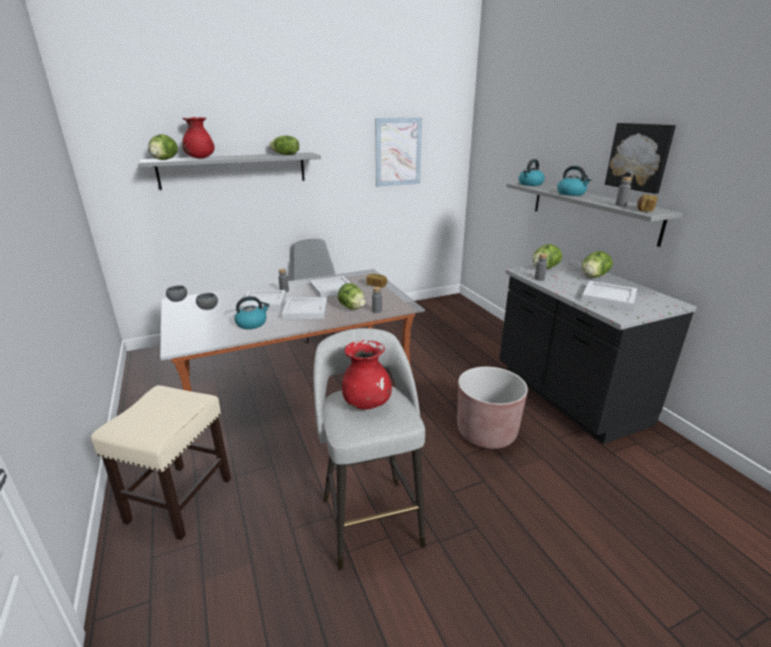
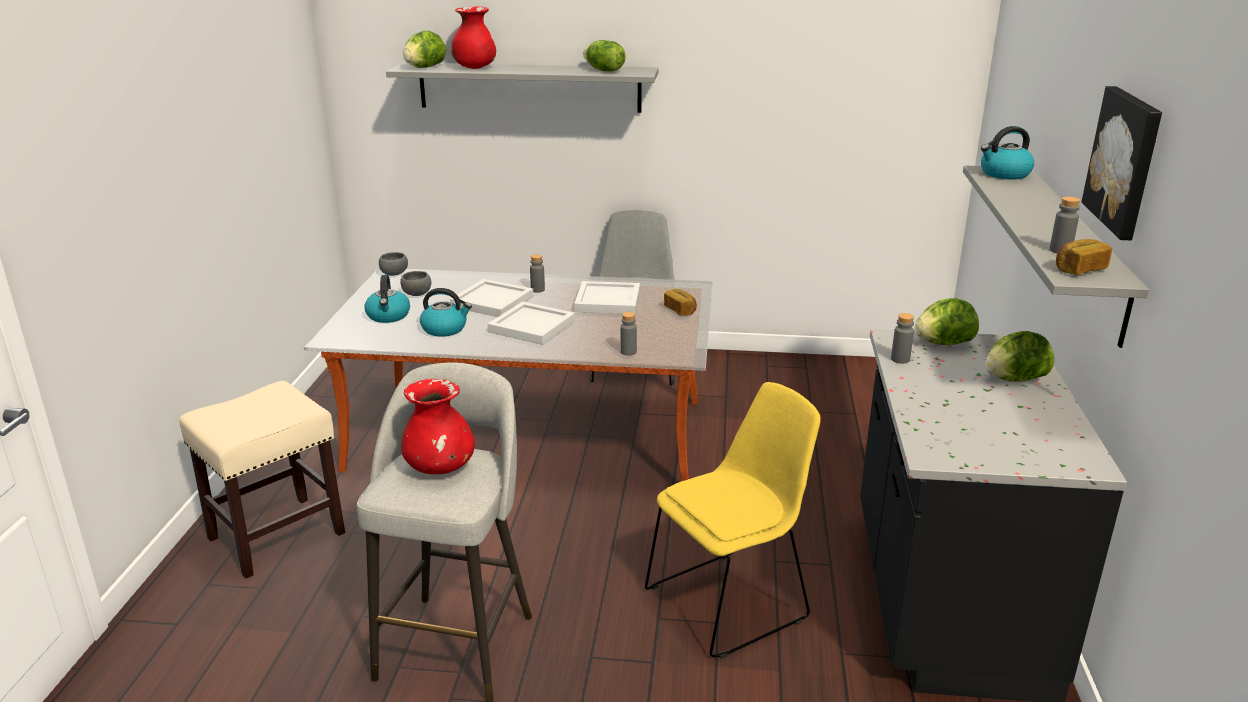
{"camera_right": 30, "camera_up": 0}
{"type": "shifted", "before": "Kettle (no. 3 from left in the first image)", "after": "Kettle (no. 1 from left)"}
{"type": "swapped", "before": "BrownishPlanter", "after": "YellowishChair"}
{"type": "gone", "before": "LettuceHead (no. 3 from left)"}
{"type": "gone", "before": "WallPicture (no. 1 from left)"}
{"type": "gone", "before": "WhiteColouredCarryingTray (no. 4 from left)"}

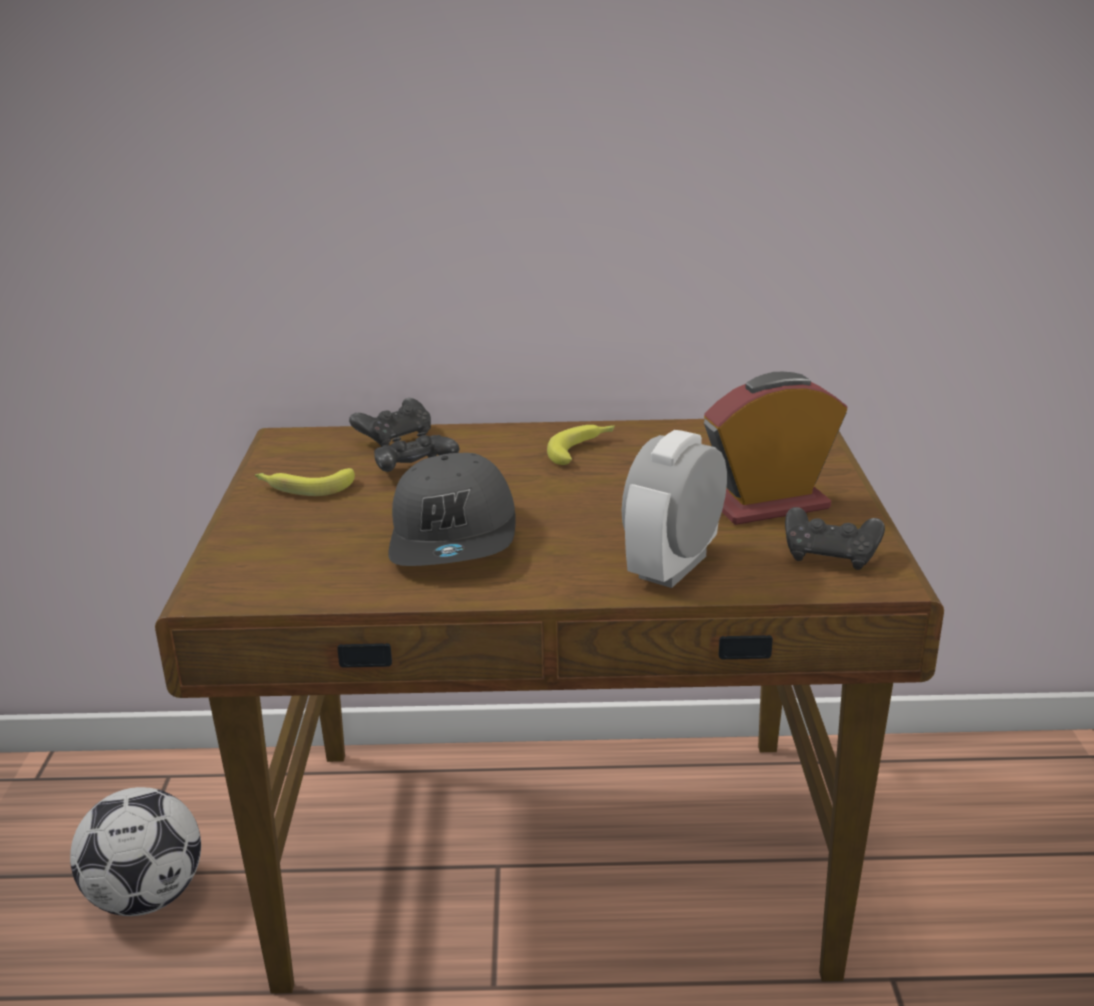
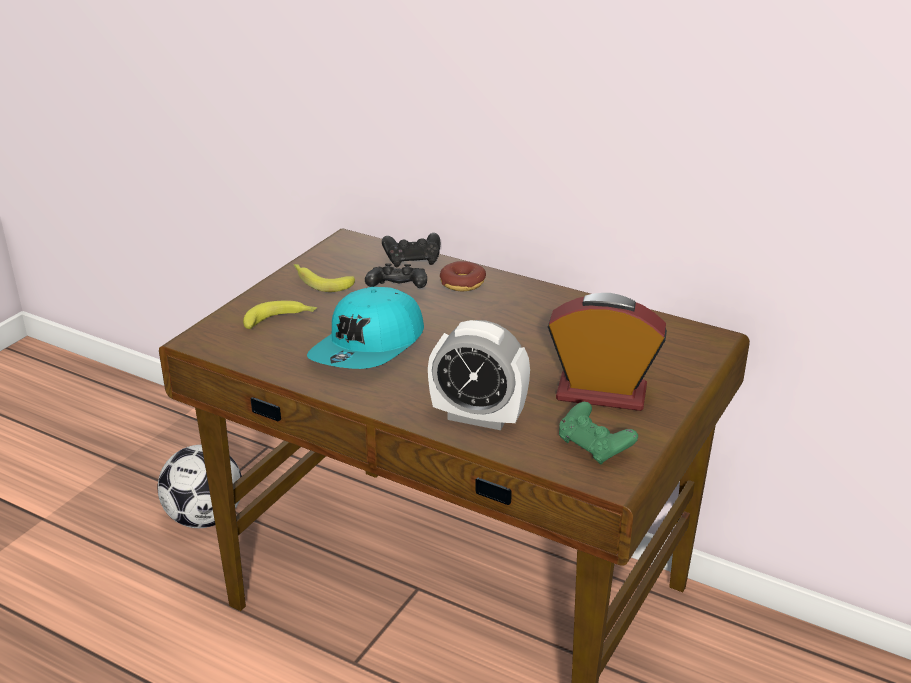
{"camera_right": 30, "camera_up": 5}
{"type": "shifted", "before": "BananaFruit (no. 2 from left in the first image)", "after": "BananaFruit (no. 1 from left)"}
{"type": "repainted", "before": "GreyishPeakedCap", "after": "BlueGreenPeakedCap"}
{"type": "rotated", "before": "BedsideClock (no. 1 from left)", "turn": -135}
{"type": "new", "after": "RingDoughnut"}
{"type": "repainted", "before": "BlackGameController (no. 3 from left)", "after": "GreenishGameController"}

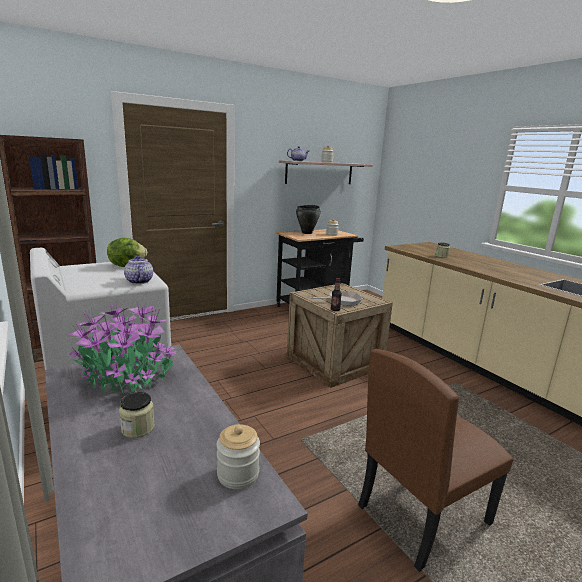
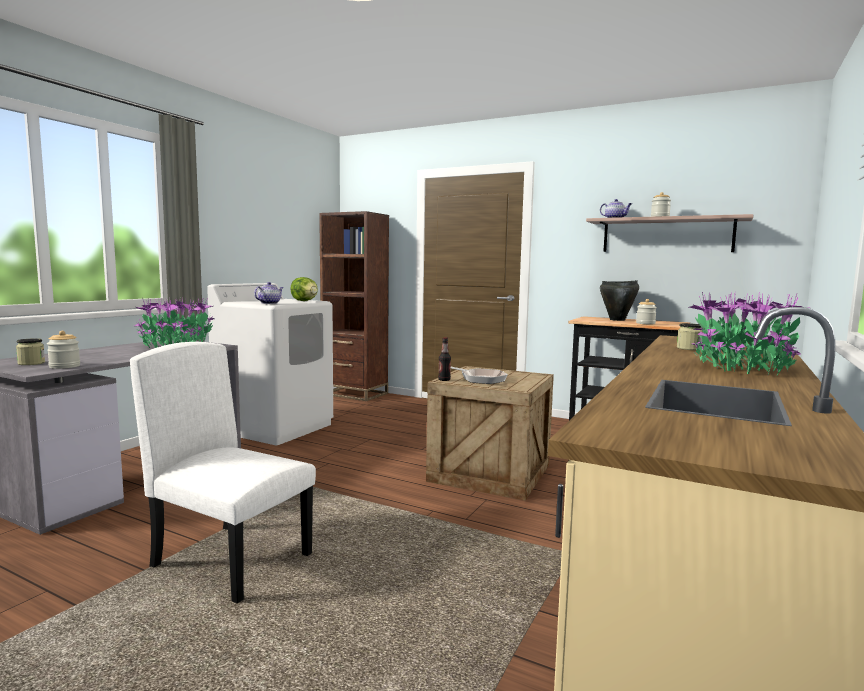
{"camera_right": 60, "camera_up": -10}
{"type": "shifted", "before": "Jar (no. 1 from left)"}
{"type": "repainted", "before": "BrownishChair", "after": "WhiteColouredChair"}
{"type": "new", "after": "PottedPlant (no. 2 from left)"}

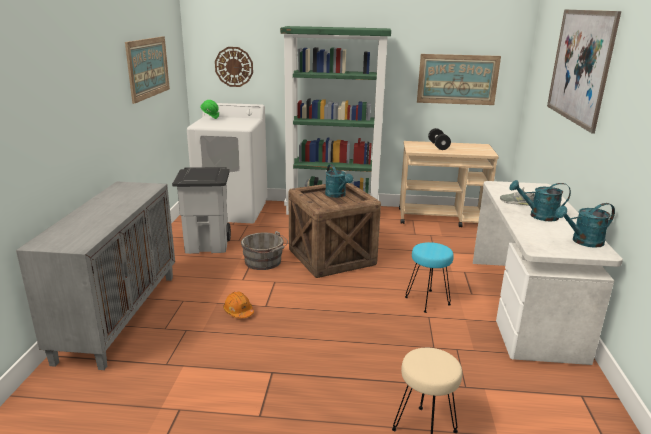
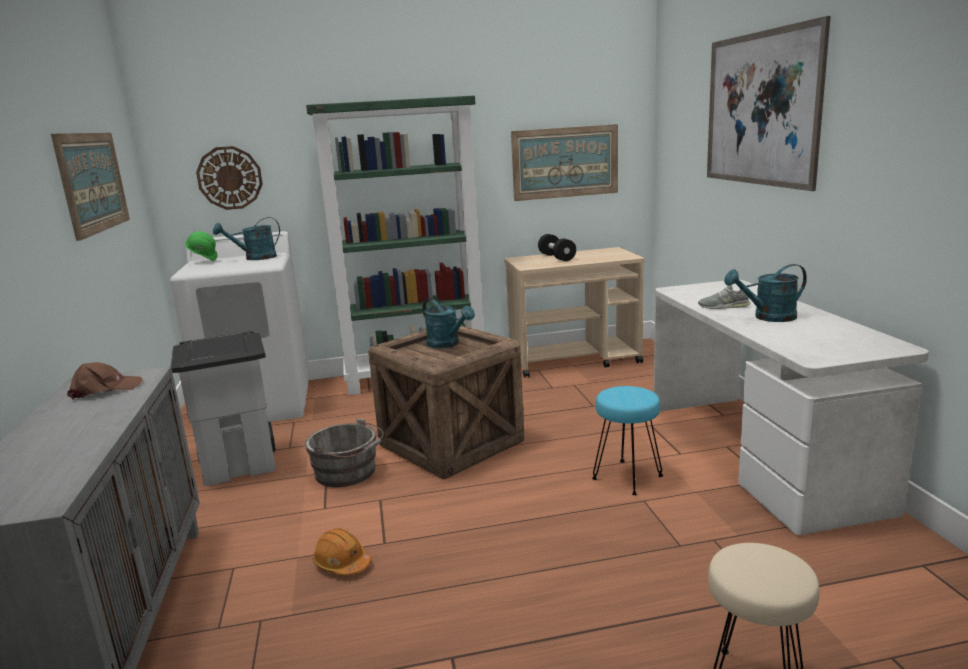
{"camera_right": -15, "camera_up": -5}
{"type": "new", "after": "BrownishPeakedCap"}
{"type": "shifted", "before": "BlueGreenWateringCan (no. 3 from left in the first image)", "after": "BlueGreenWateringCan (no. 1 from left)"}

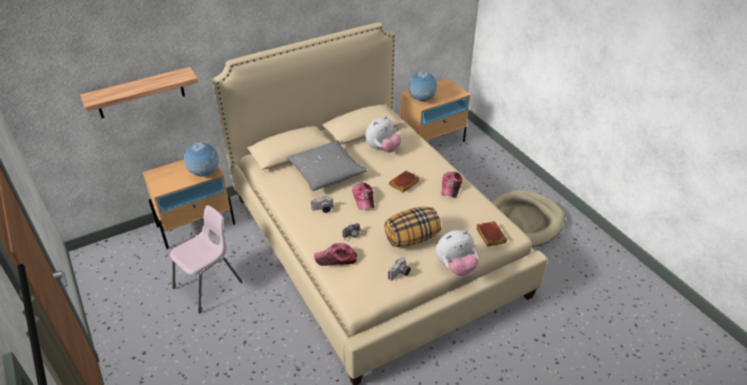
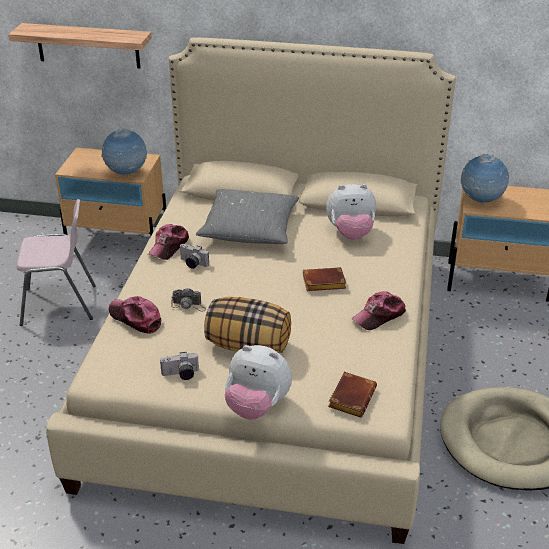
{"camera_right": 40, "camera_up": -5}
{"type": "shifted", "before": "PeakedCap (no. 2 from left)"}

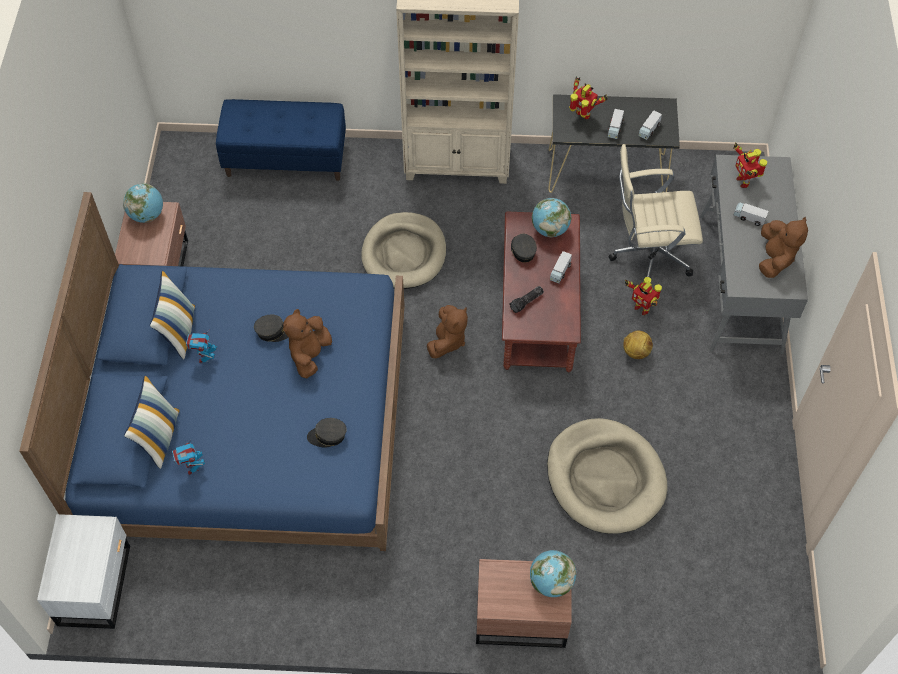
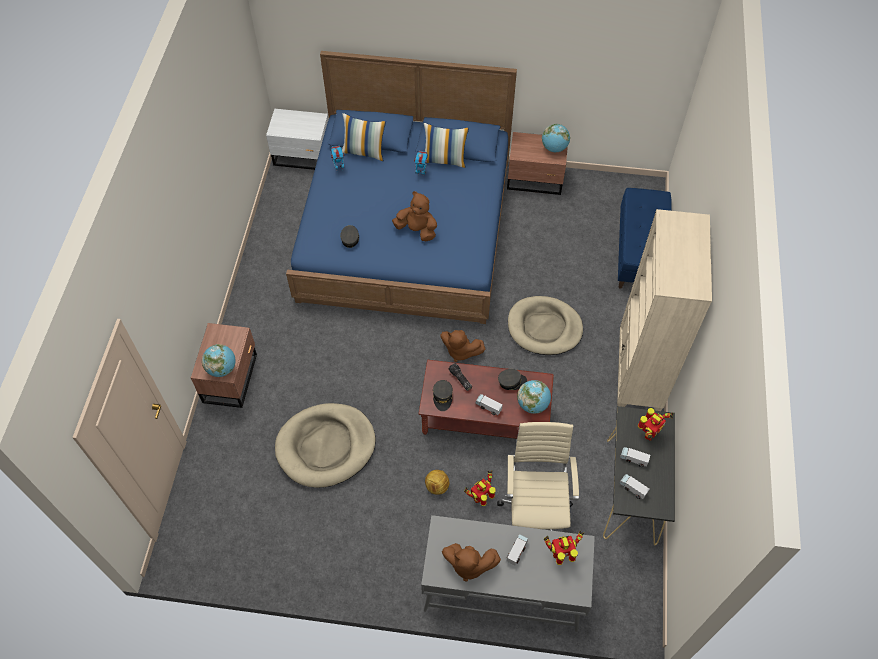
{"camera_right": 95, "camera_up": 0}
{"type": "shifted", "before": "GreyishPeakedCap (no. 1 from left in the first image)", "after": "GreyishPeakedCap (no. 2 from left)"}

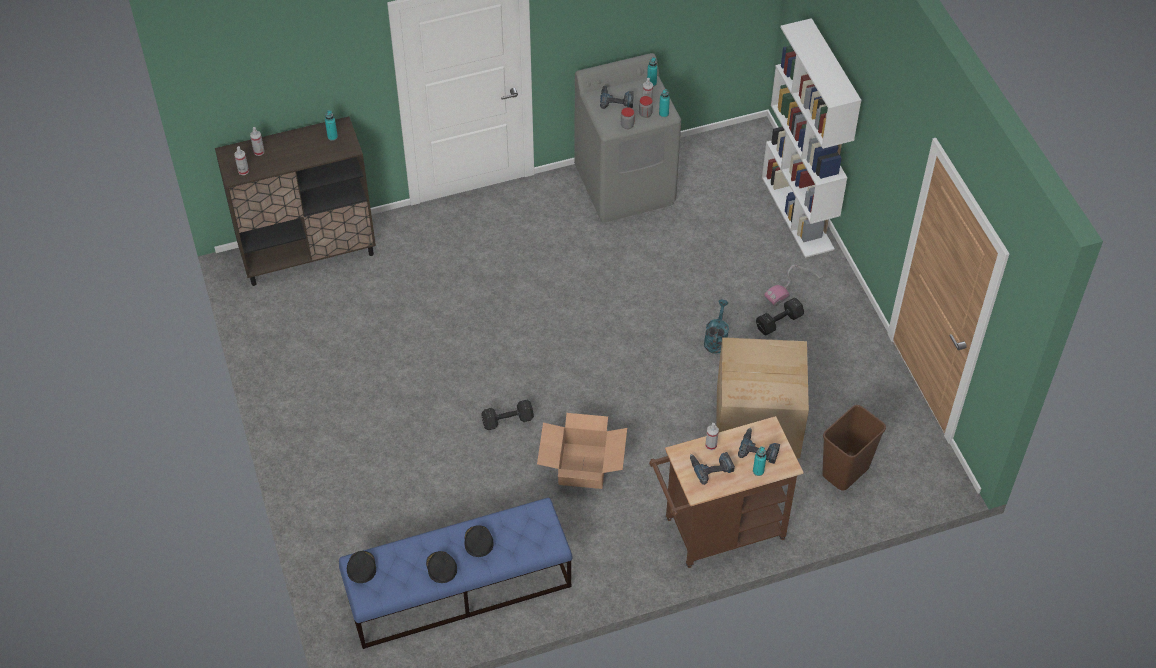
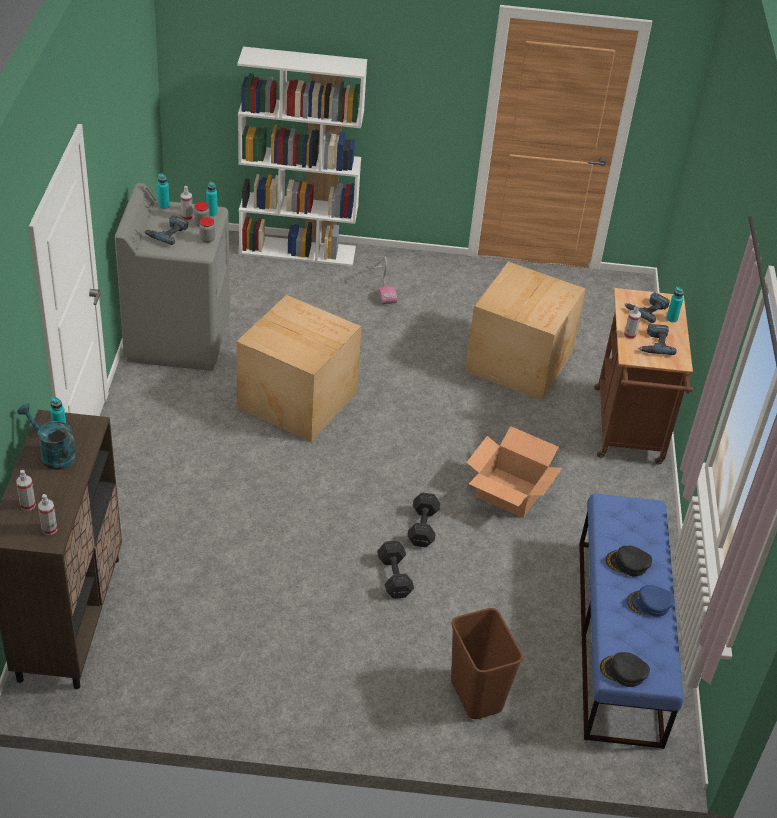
{"camera_right": -70, "camera_up": -10}
{"type": "shifted", "before": "BlueGreenWateringCan"}
{"type": "new", "after": "PackingBox (no. 1 from left)"}
{"type": "shifted", "before": "BlackHandWeight (no. 2 from left in the first image)", "after": "BlackHandWeight (no. 1 from left)"}
{"type": "shifted", "before": "BrownishRubbishBin"}
{"type": "repainted", "before": "BlackPeakedCap (no. 2 from left)", "after": "BluishPeakedCap"}

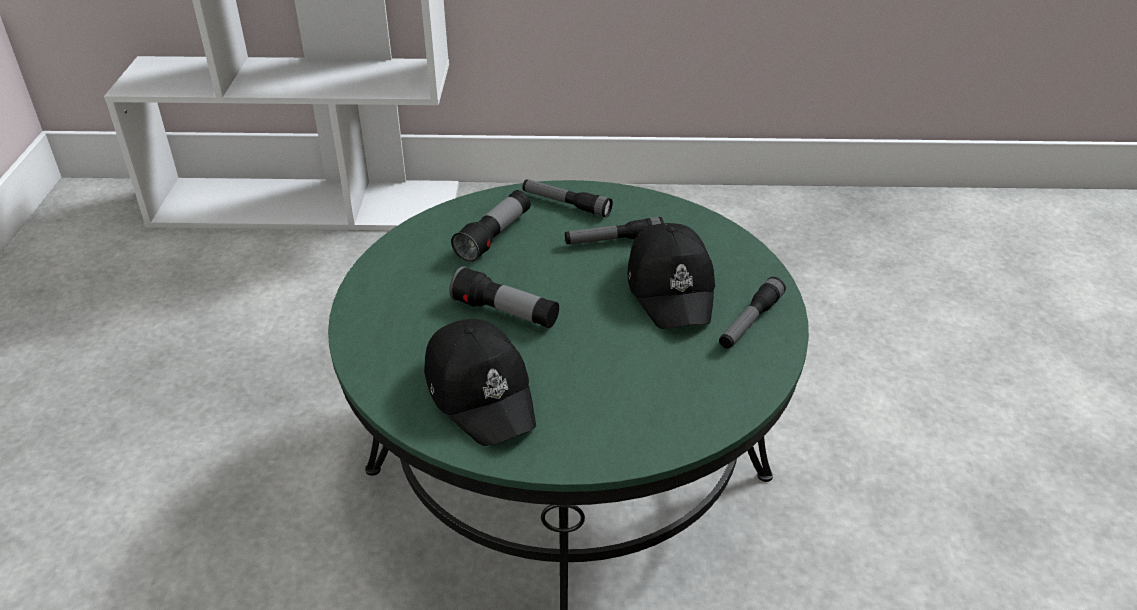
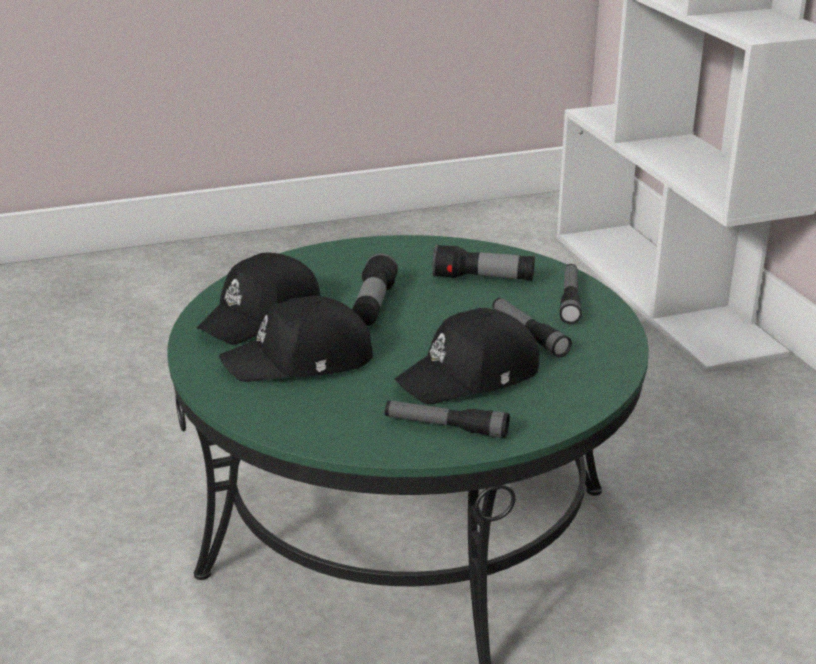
{"camera_right": 70, "camera_up": -10}
{"type": "new", "after": "BlackPeakedCap (no. 2 from left)"}

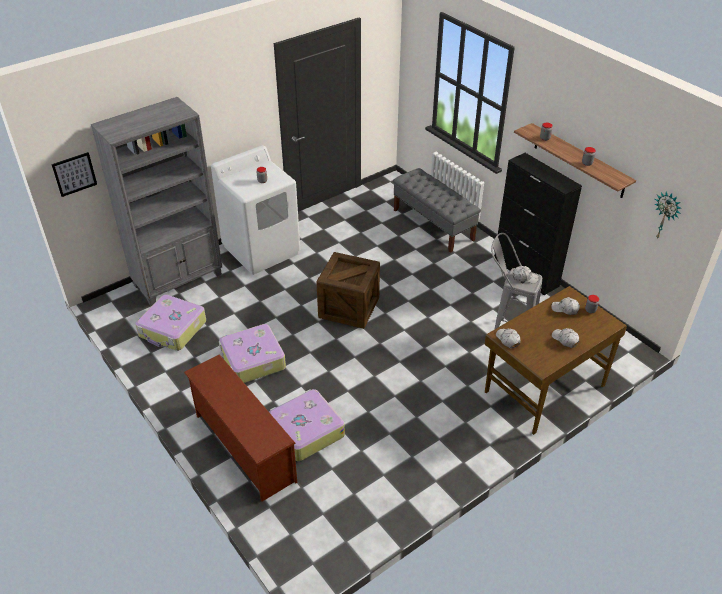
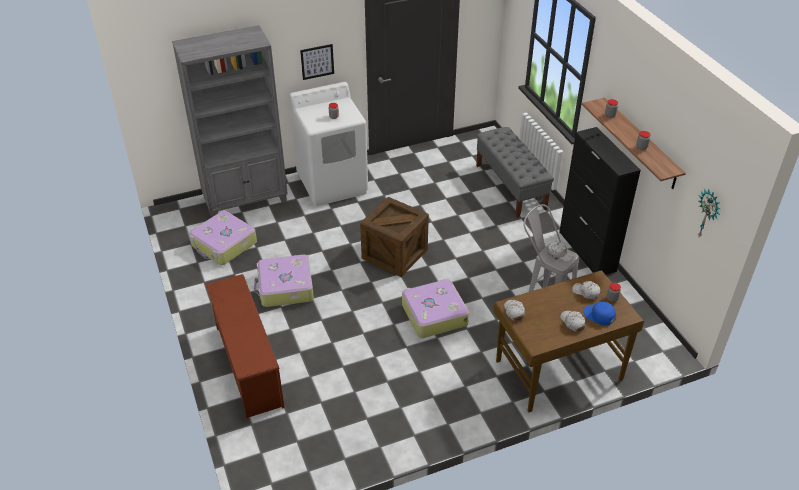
{"camera_right": 15, "camera_up": 0}
{"type": "shifted", "before": "WallPicture"}
{"type": "shifted", "before": "PieceOfLuggage (no. 3 from left)"}
{"type": "new", "after": "BluishPeakedCap"}

